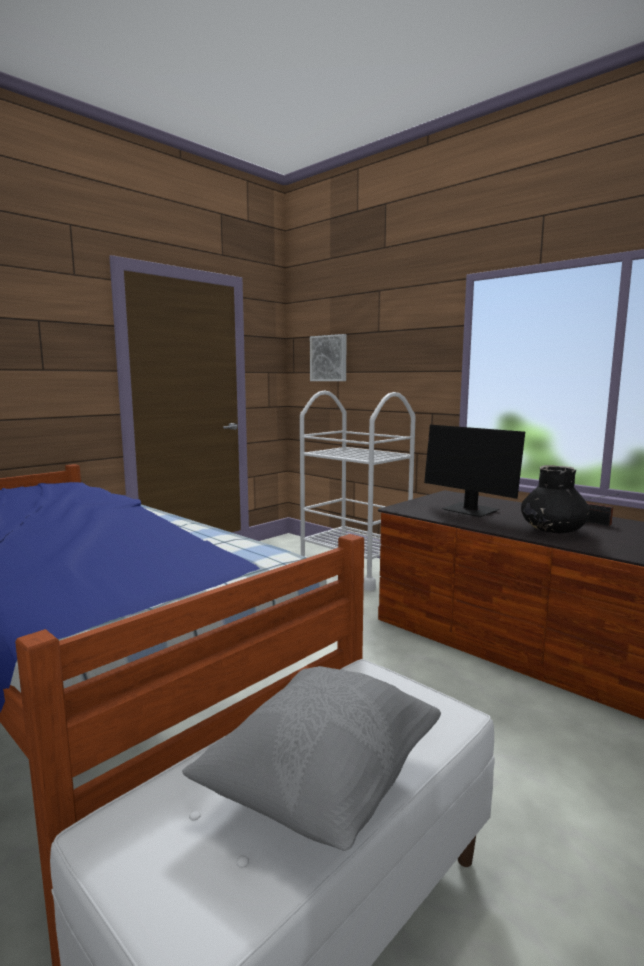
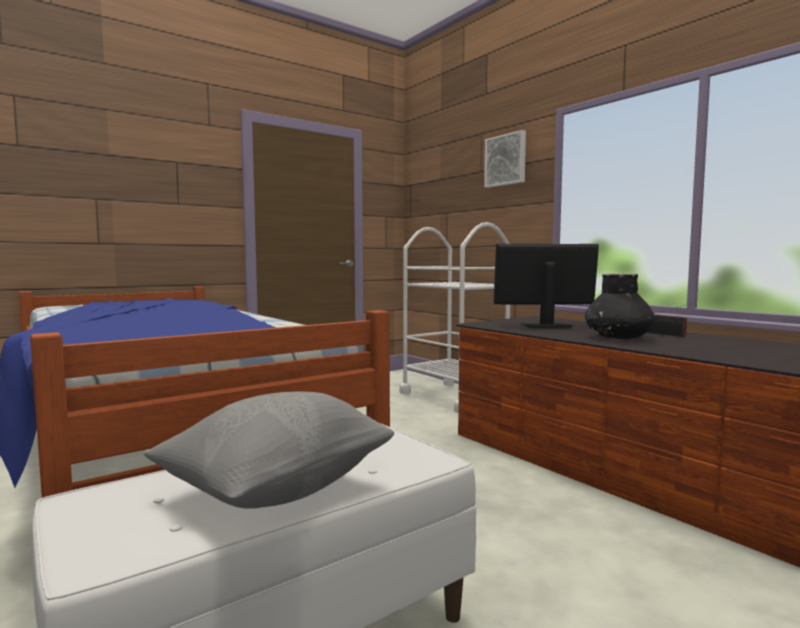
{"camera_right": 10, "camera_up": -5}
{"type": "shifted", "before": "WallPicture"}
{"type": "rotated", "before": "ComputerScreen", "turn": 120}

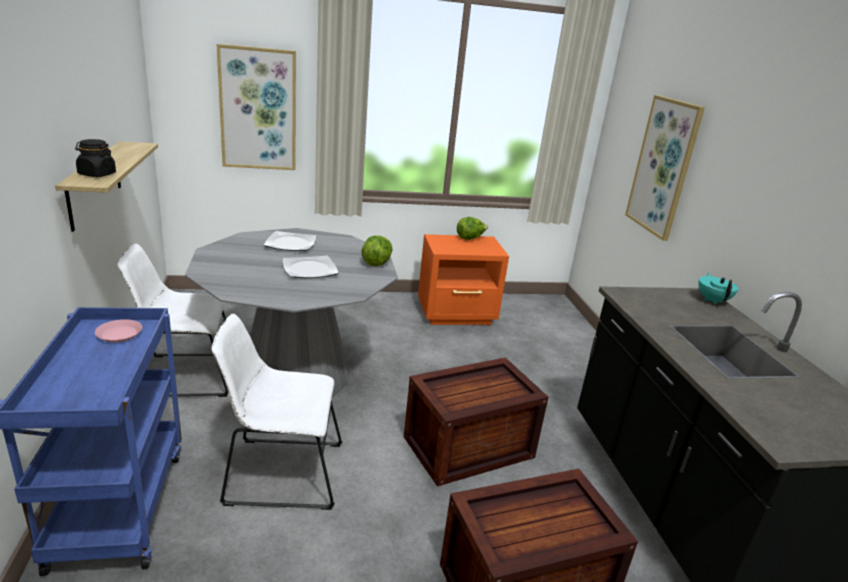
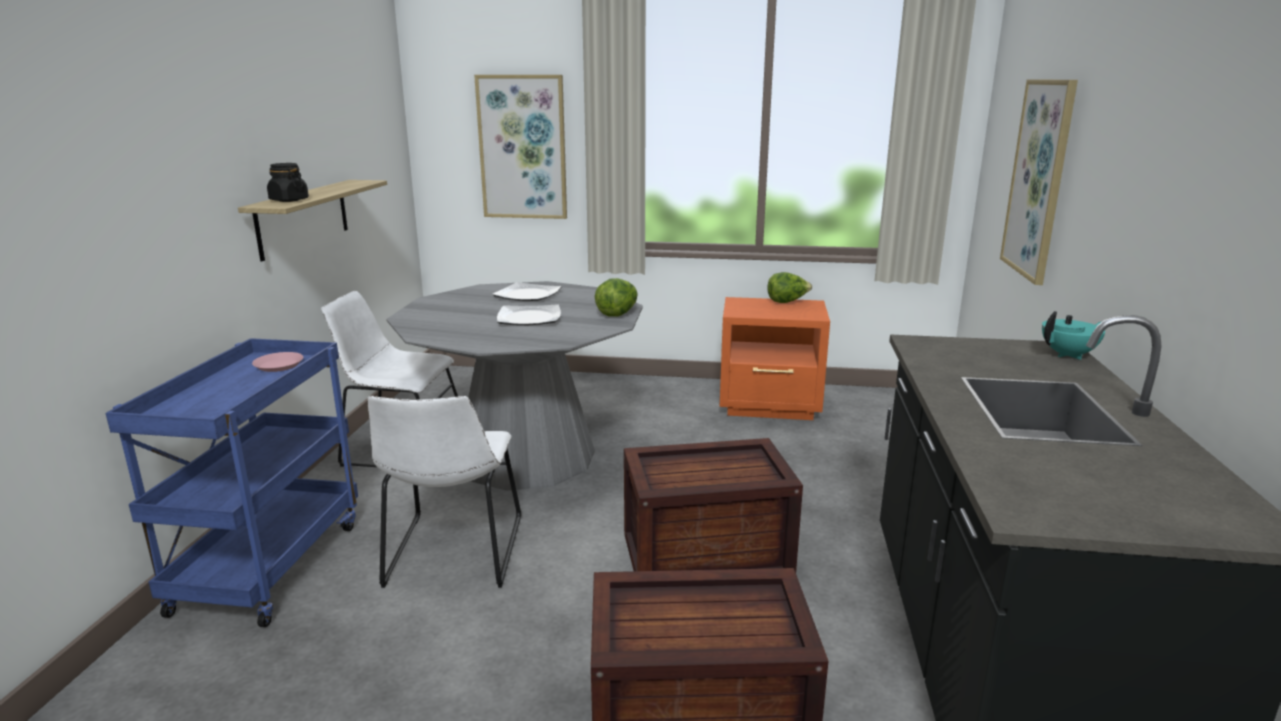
{"camera_right": 20, "camera_up": -5}
{"type": "rotated", "before": "WhiteColouredChair (no. 2 from left)", "turn": -105}
{"type": "rotated", "before": "BlueGreenTeaPot", "turn": 45}

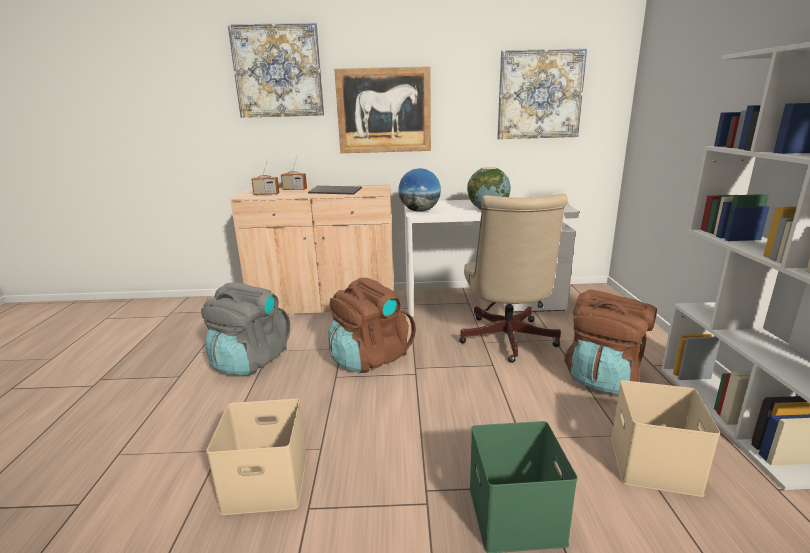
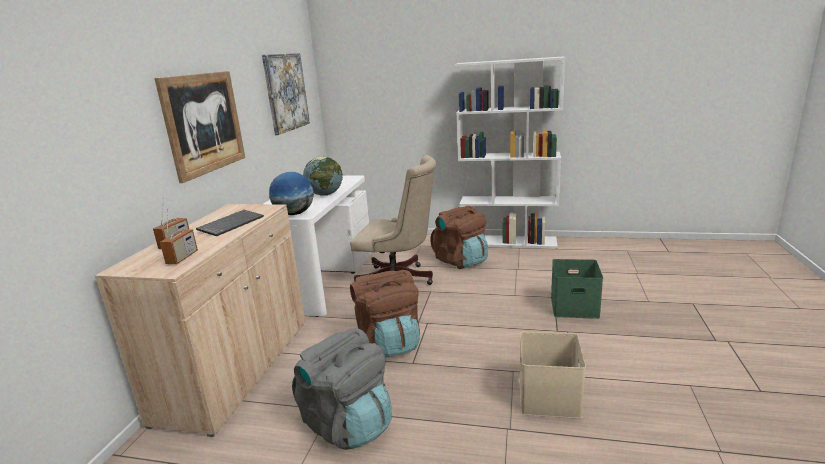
{"camera_right": -75, "camera_up": 0}
{"type": "gone", "before": "WallPicture (no. 1 from left)"}
{"type": "gone", "before": "SandColouredStorageBox (no. 2 from left)"}

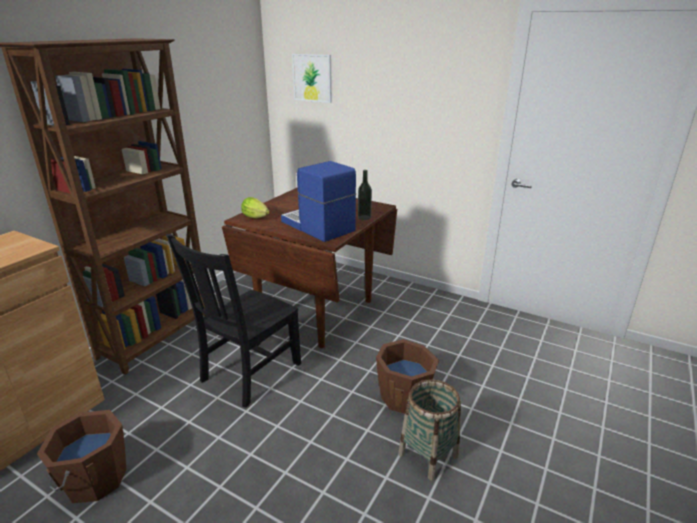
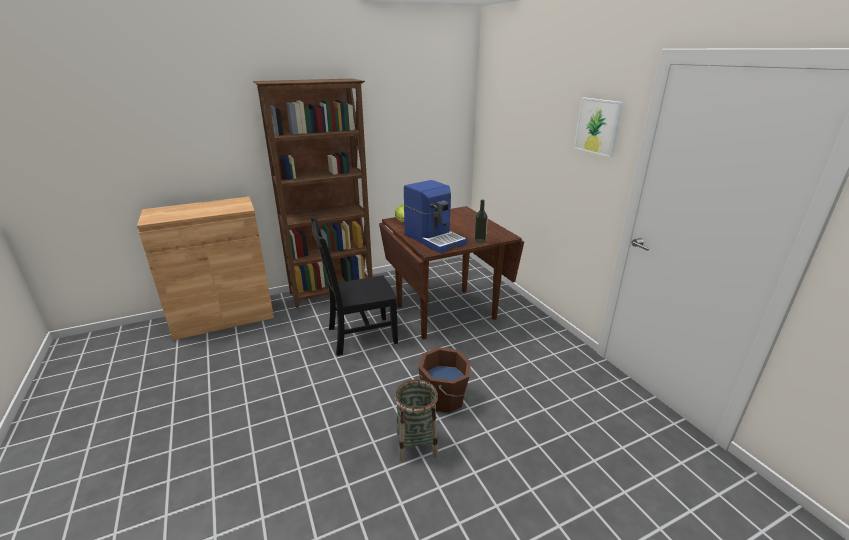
{"camera_right": 35, "camera_up": 0}
{"type": "rotated", "before": "CoffeeMaker", "turn": 150}
{"type": "shifted", "before": "WallPicture"}
{"type": "gone", "before": "BrownishPail (no. 1 from left)"}

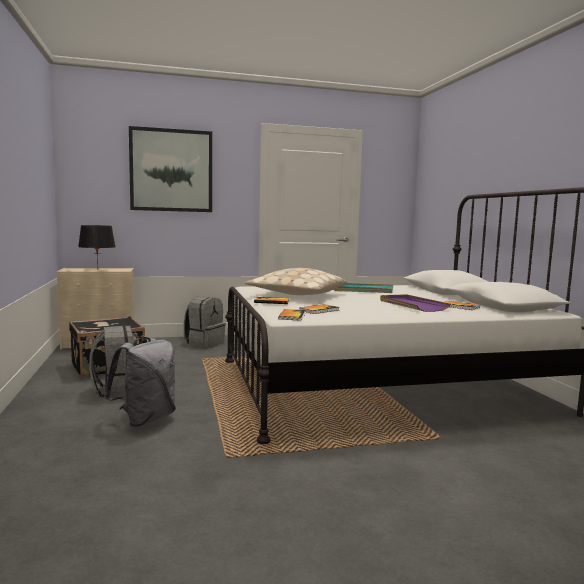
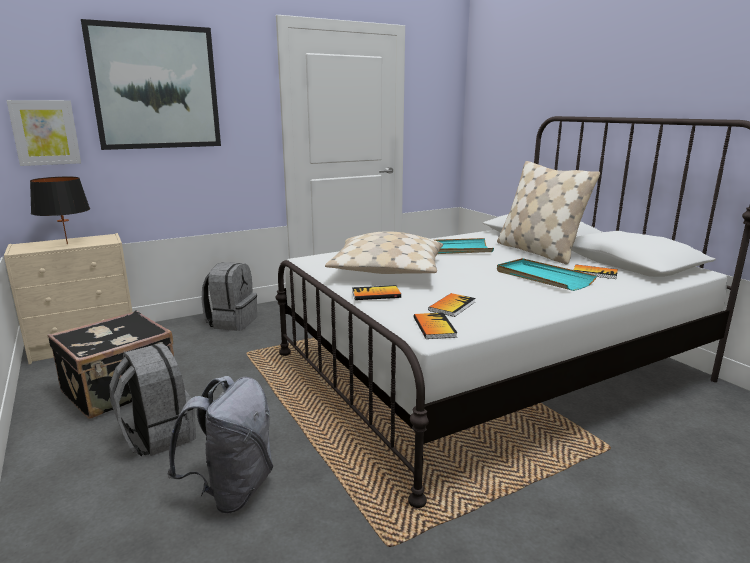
{"camera_right": -15, "camera_up": 10}
{"type": "new", "after": "WallPicture (no. 1 from left)"}
{"type": "new", "after": "SandColouredPillow (no. 2 from left)"}
{"type": "repainted", "before": "PurpleColouredCarryingTray", "after": "BlueGreenCarryingTray (no. 2 from left)"}

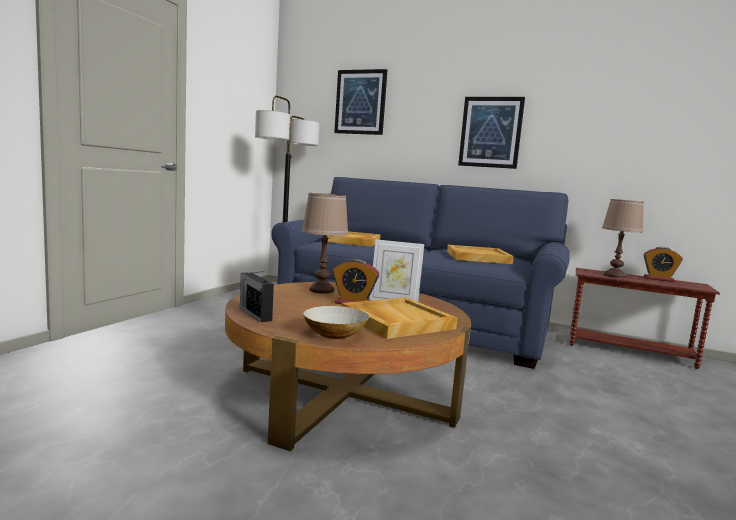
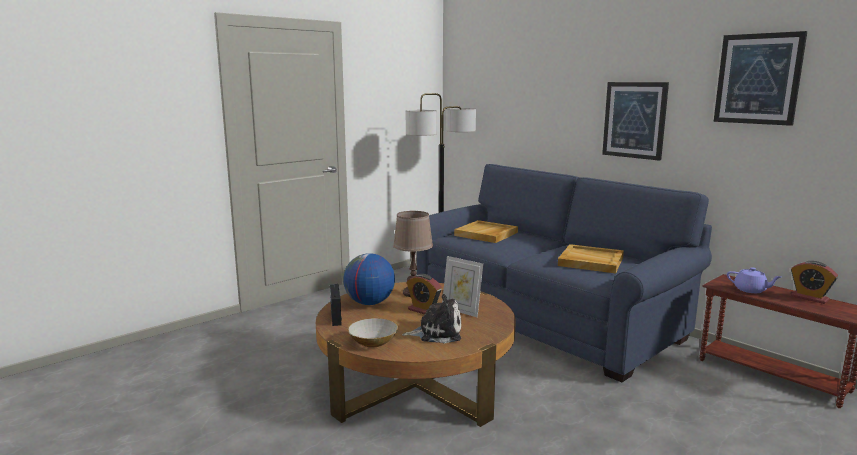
{"camera_right": 25, "camera_up": 5}
{"type": "new", "after": "WorldGlobe"}
{"type": "swapped", "before": "SandColouredCarryingTray (no. 2 from left)", "after": "CuddlyToy"}
{"type": "shifted", "before": "WallPicture (no. 1 from left in the first image)", "after": "WallPicture (no. 2 from left)"}
{"type": "swapped", "before": "BrownishLampForATable (no. 2 from left)", "after": "PurpleColouredTeaPot"}

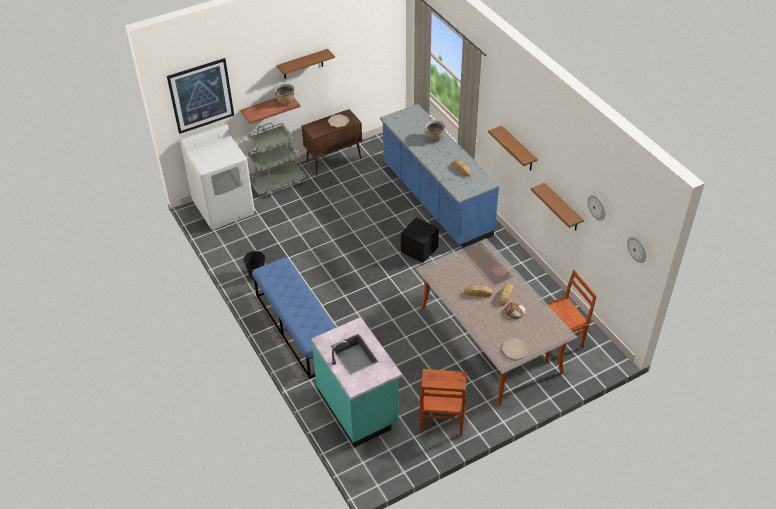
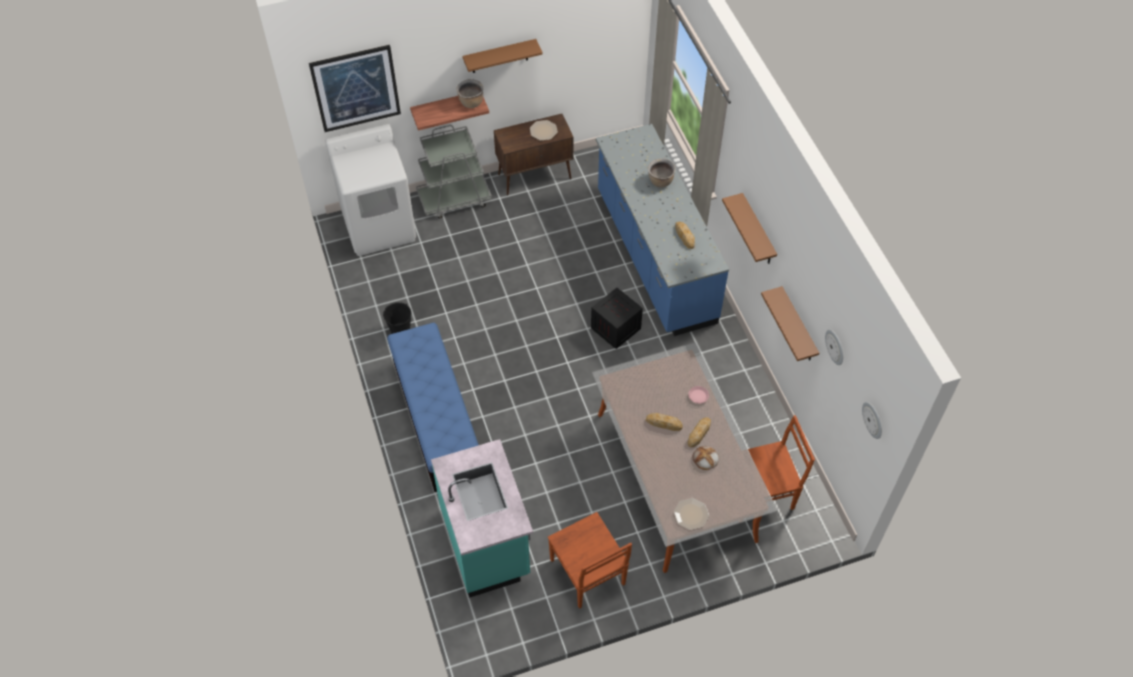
{"camera_right": 10, "camera_up": 10}
{"type": "rotated", "before": "BrownishChair (no. 1 from left)", "turn": -45}

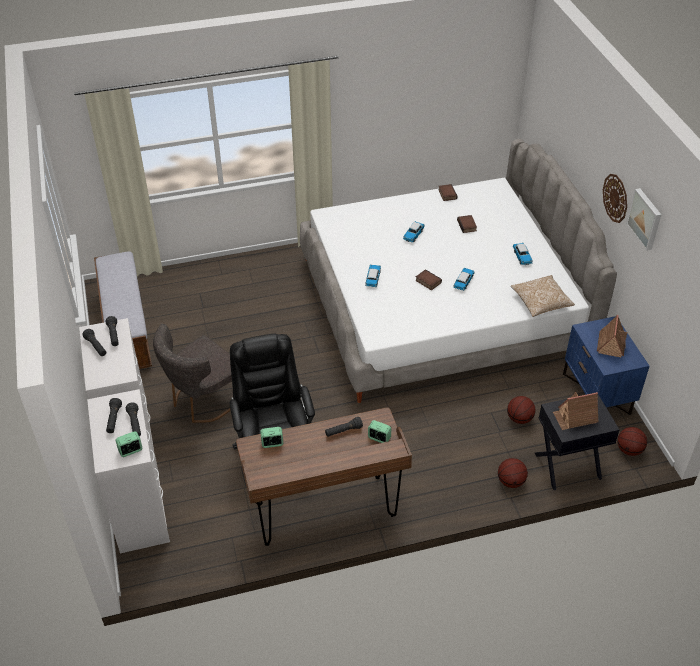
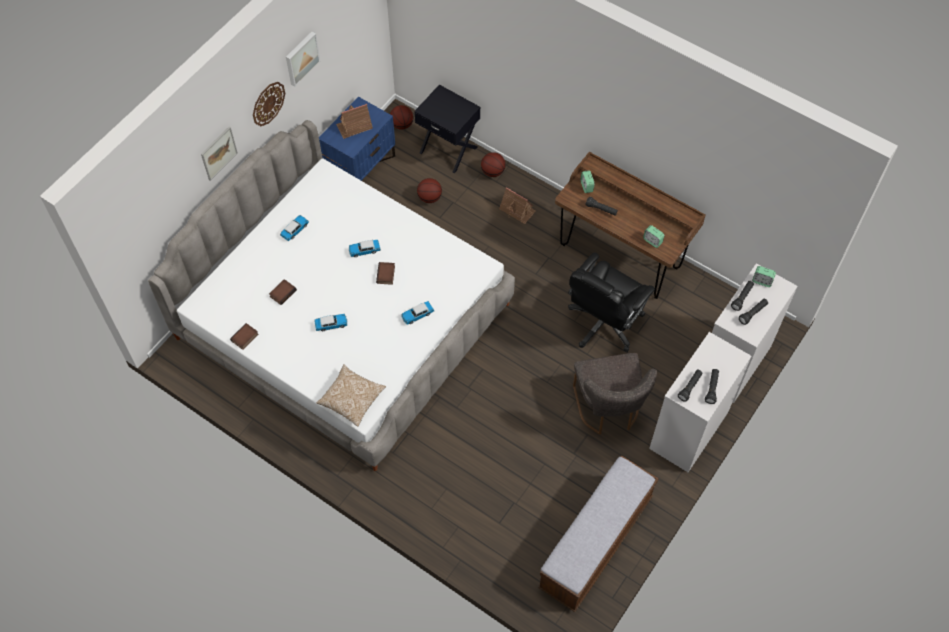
{"camera_right": -130, "camera_up": 15}
{"type": "new", "after": "WallPicture (no. 1 from left)"}
{"type": "shifted", "before": "Pillow"}
{"type": "shifted", "before": "ToyHouse (no. 1 from left in the first image)", "after": "ToyHouse (no. 2 from left)"}
{"type": "rotated", "before": "GreyishChair", "turn": 75}

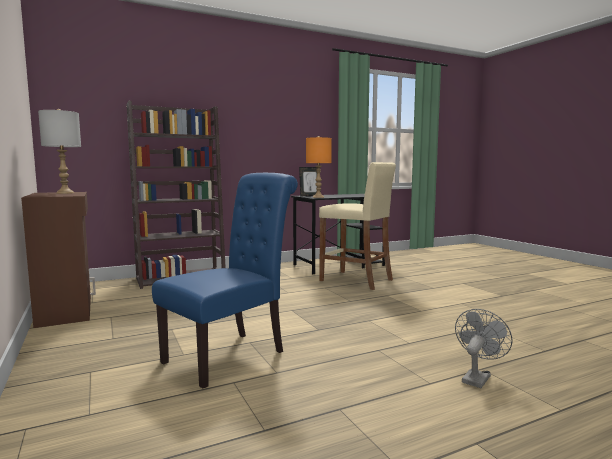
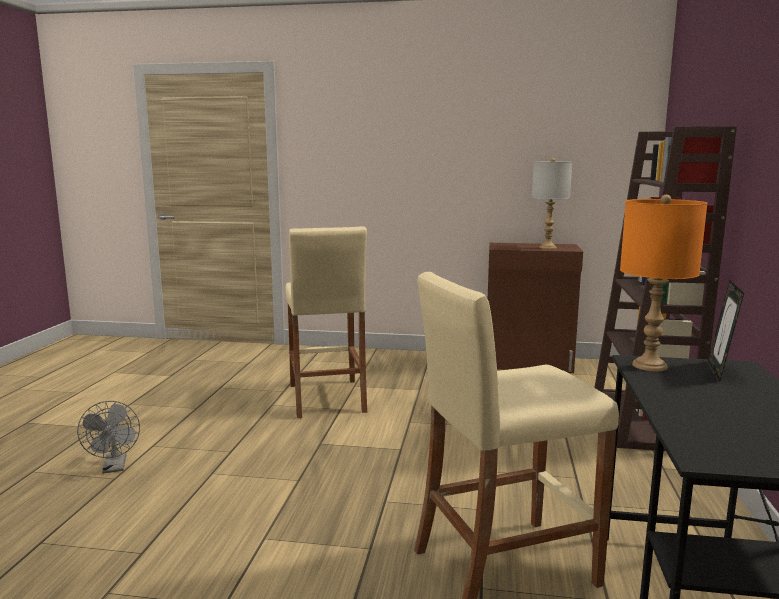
{"camera_right": 125, "camera_up": 5}
{"type": "swapped", "before": "BluishChair", "after": "SandColouredSittingStool (no. 1 from left)"}

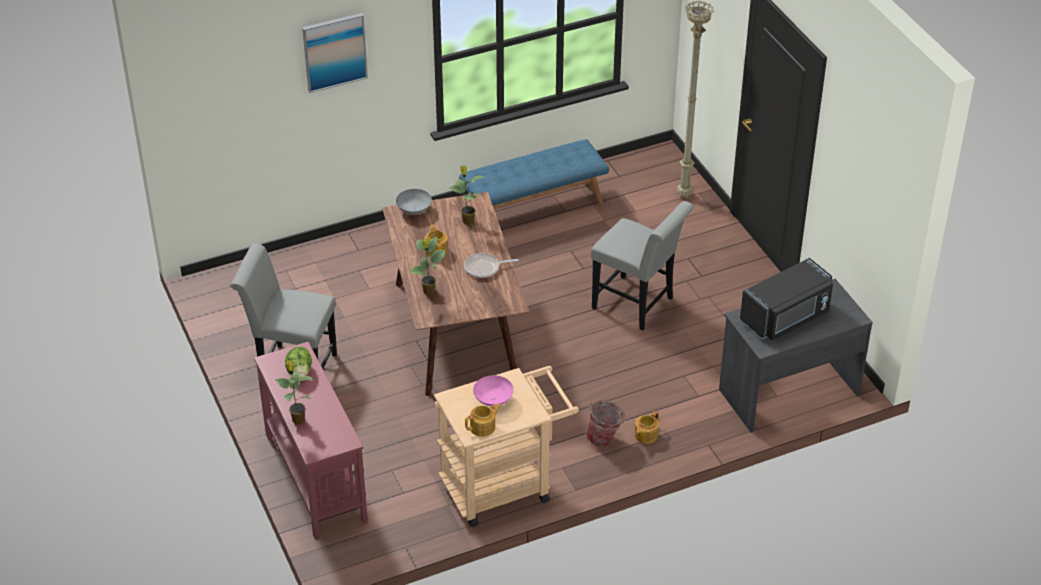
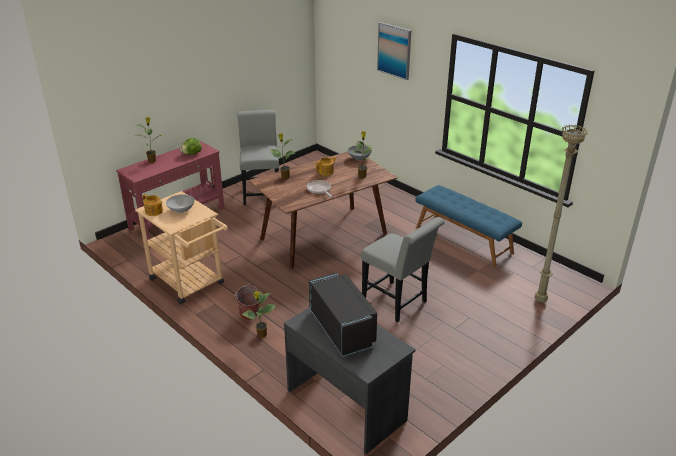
{"camera_right": 70, "camera_up": -10}
{"type": "repainted", "before": "PinkDeepDish", "after": "GreyishDeepDish (no. 1 from left)"}
{"type": "swapped", "before": "TeaPot (no. 3 from left)", "after": "PottedPlant (no. 2 from left)"}
{"type": "rotated", "before": "BlackMicrowaveOven", "turn": -150}
{"type": "rotated", "before": "GreyishChair (no. 2 from left)", "turn": -60}

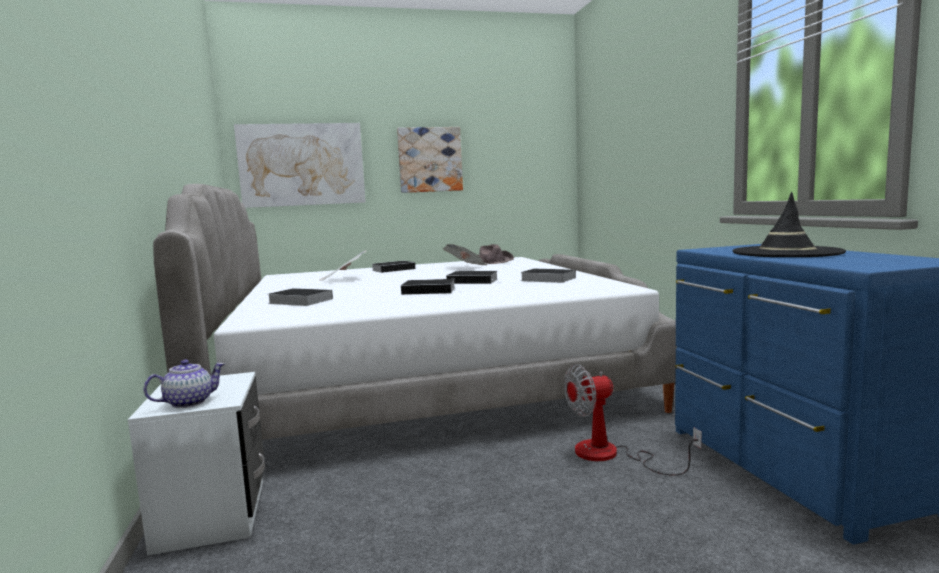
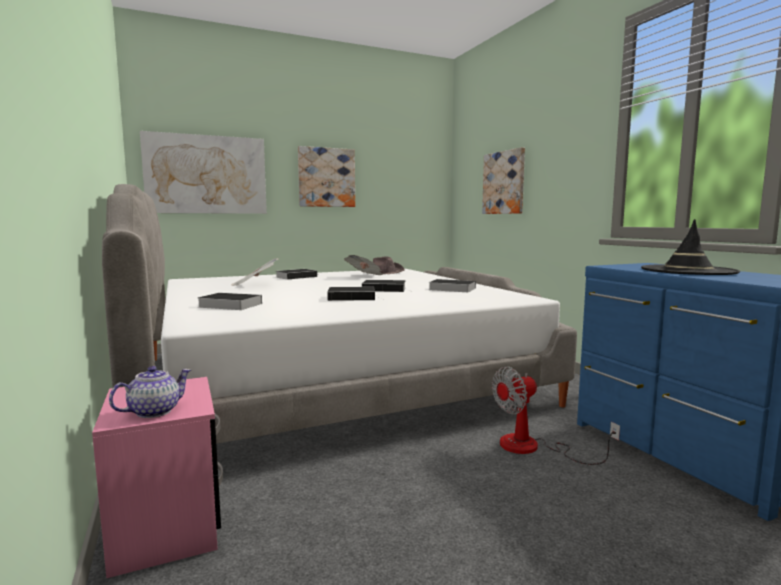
{"camera_right": -10, "camera_up": 0}
{"type": "repainted", "before": "WhiteColouredBedsideTable", "after": "PinkBedsideTable"}
{"type": "new", "after": "WallPicture (no. 3 from left)"}

